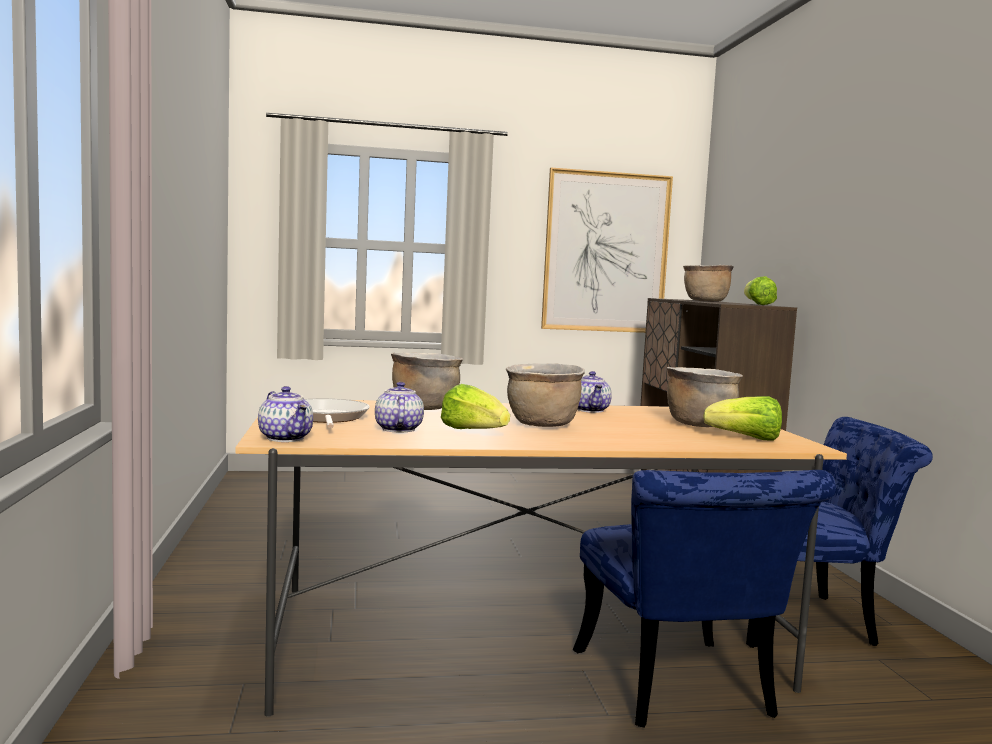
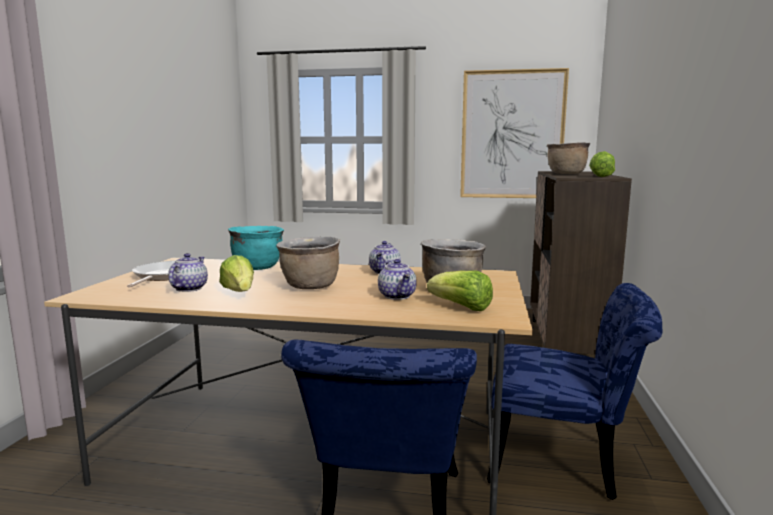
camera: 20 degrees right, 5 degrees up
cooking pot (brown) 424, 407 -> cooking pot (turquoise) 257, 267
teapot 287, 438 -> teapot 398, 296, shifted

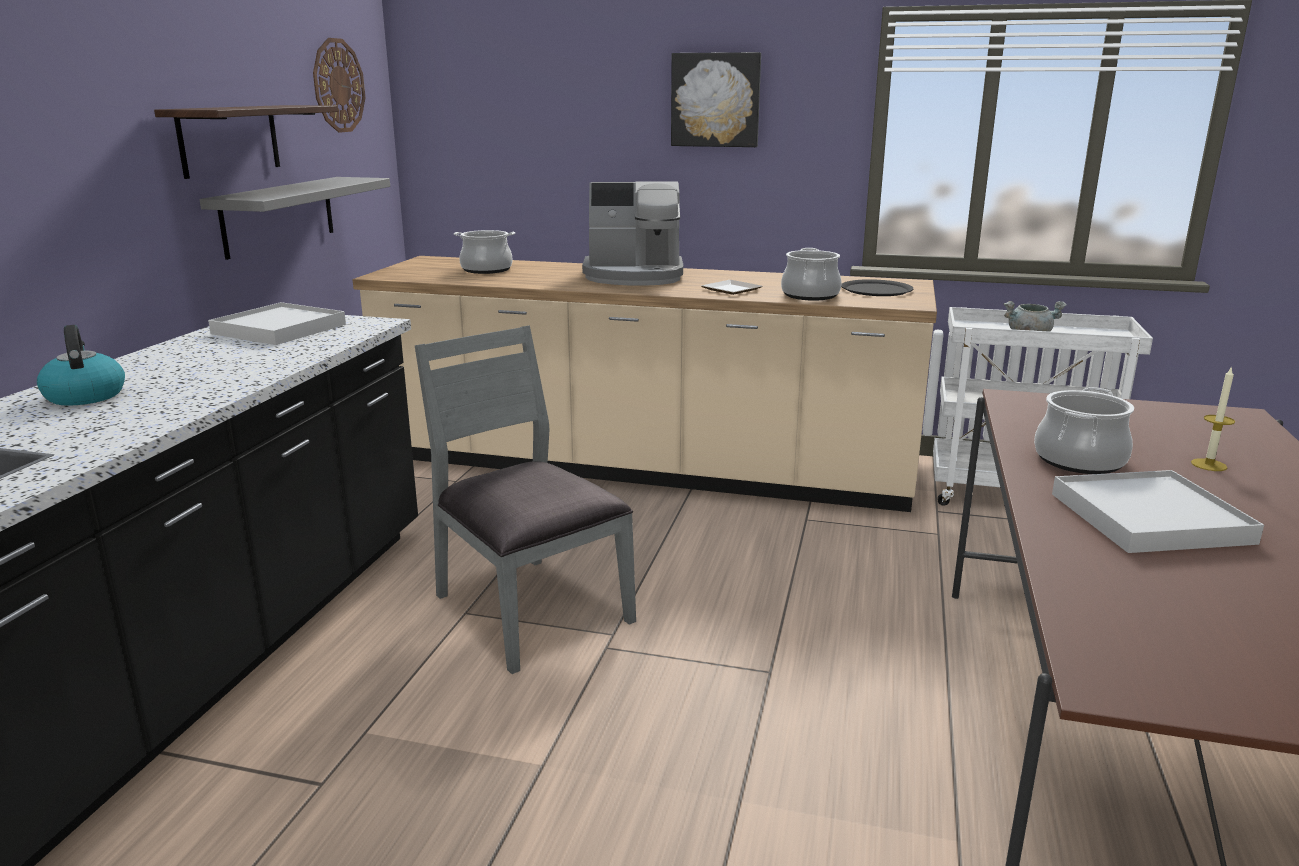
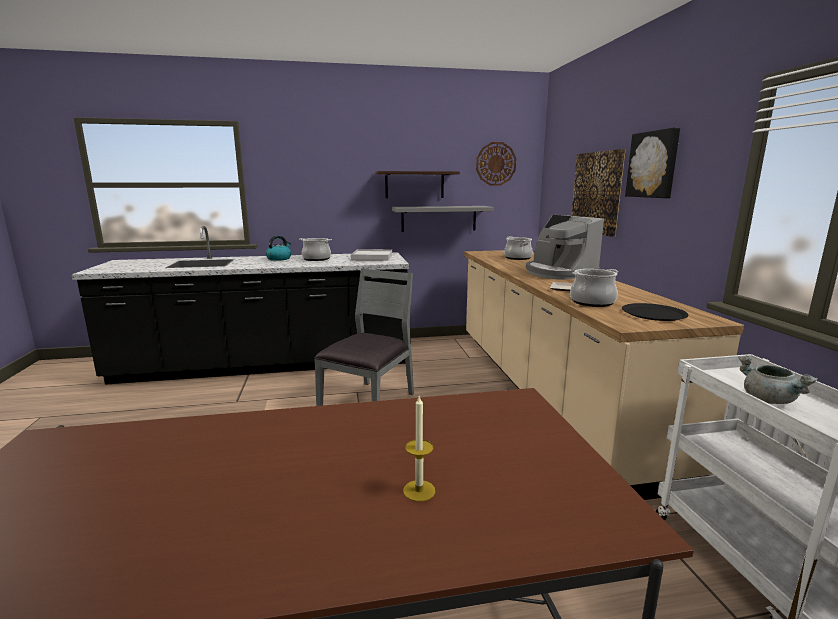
camera: 65 degrees right, 5 degrees down
cooking pot 1080, 460 -> cooking pot 316, 259, shifted
none -> picture 597, 193
tray (white) 1149, 518 -> none

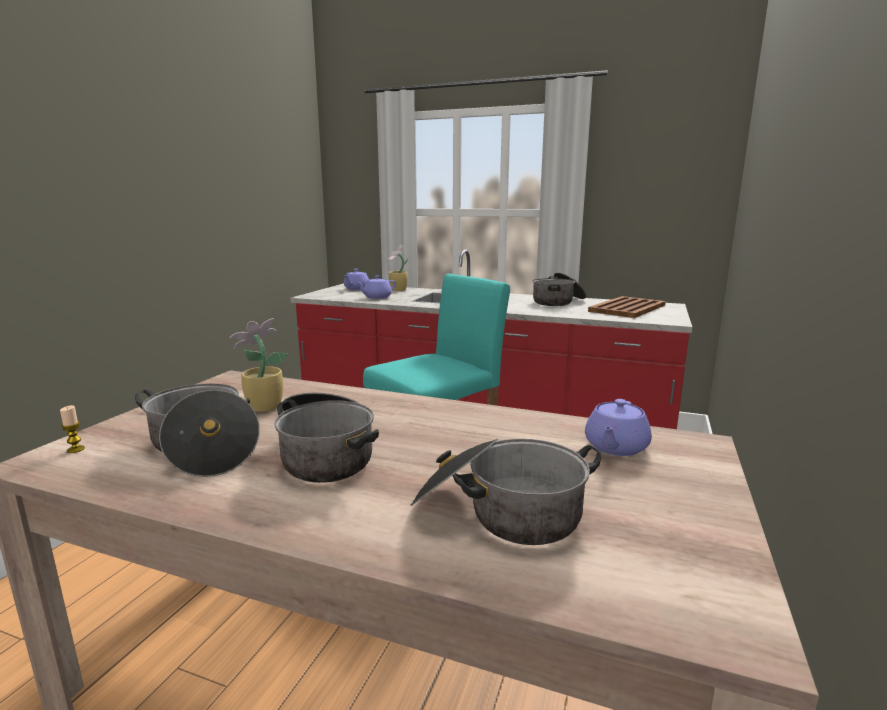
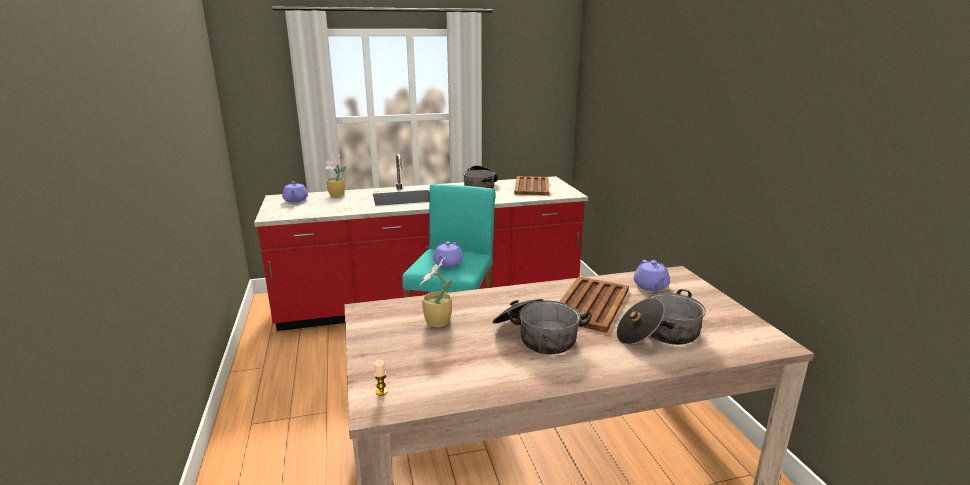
camera: 35 degrees left, 5 degrees up
teapot (purple) 377, 297 -> teapot (purple) 447, 264, shifted
none -> tray (brown) 591, 304
cooking pot 203, 448 -> none

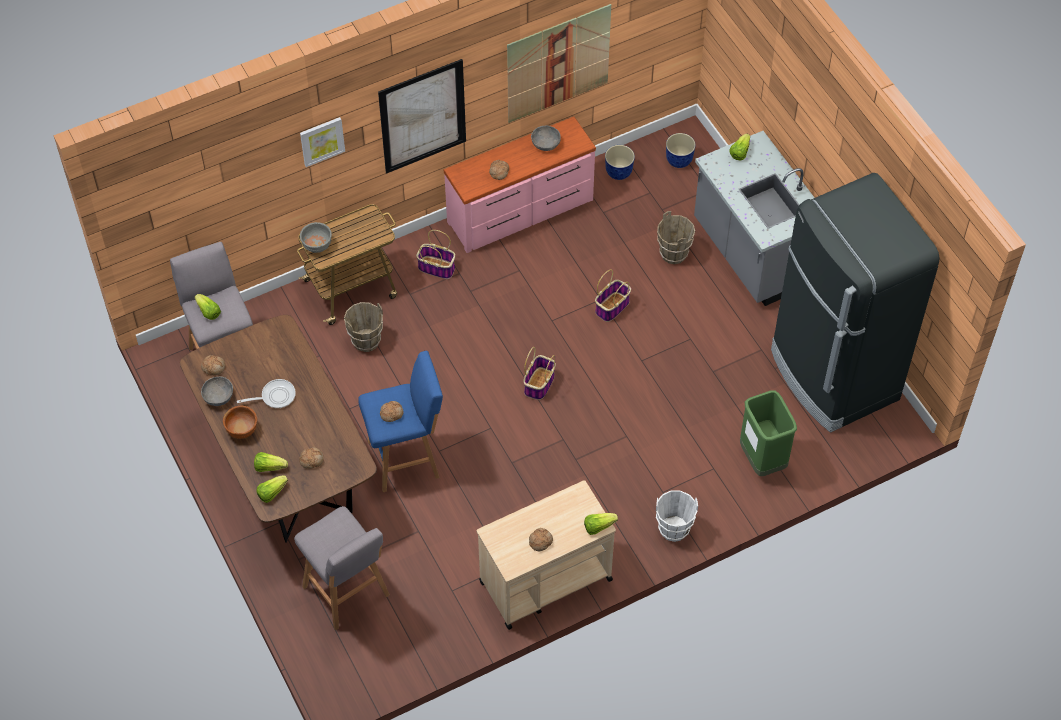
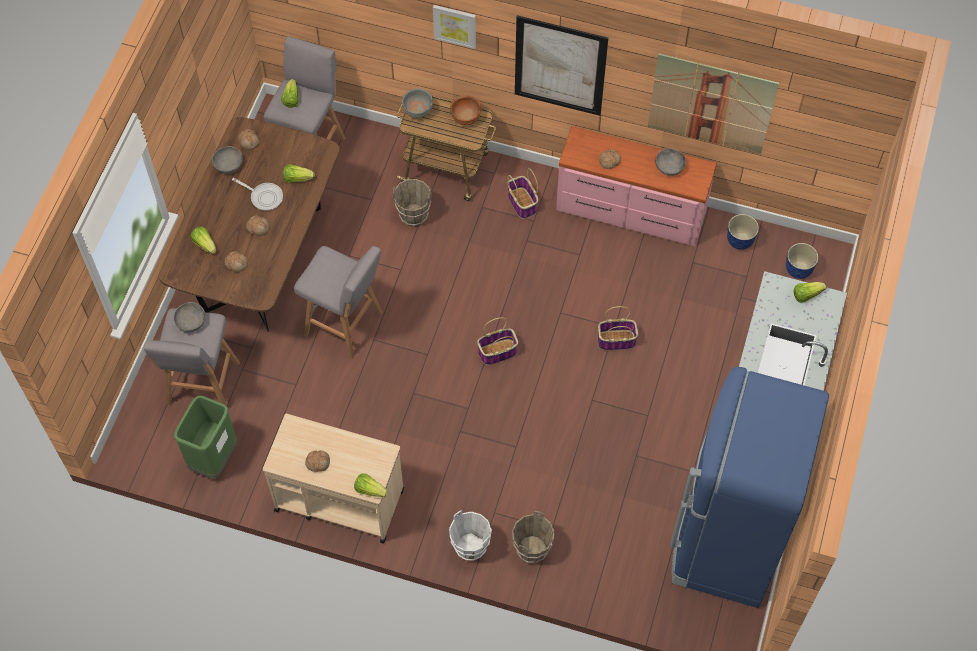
camera: 45 degrees right, 5 degrees up
none -> bowl (grey) 191, 322
trash can (green) 762, 459 -> trash can (green) 214, 458, shifted
bread 391, 413 -> bread 258, 227, shifted
lettuce 272, 492 -> lettuce 297, 178, shifted
stool (blue) 406, 458 -> stool (grey) 346, 325
bowl (brown) 242, 430 -> bowl (brown) 465, 119, shifted
bucket (brown) 674, 253 -> bucket (brown) 532, 550, shifted
fridge (black) 833, 376 -> fridge (blue) 726, 542

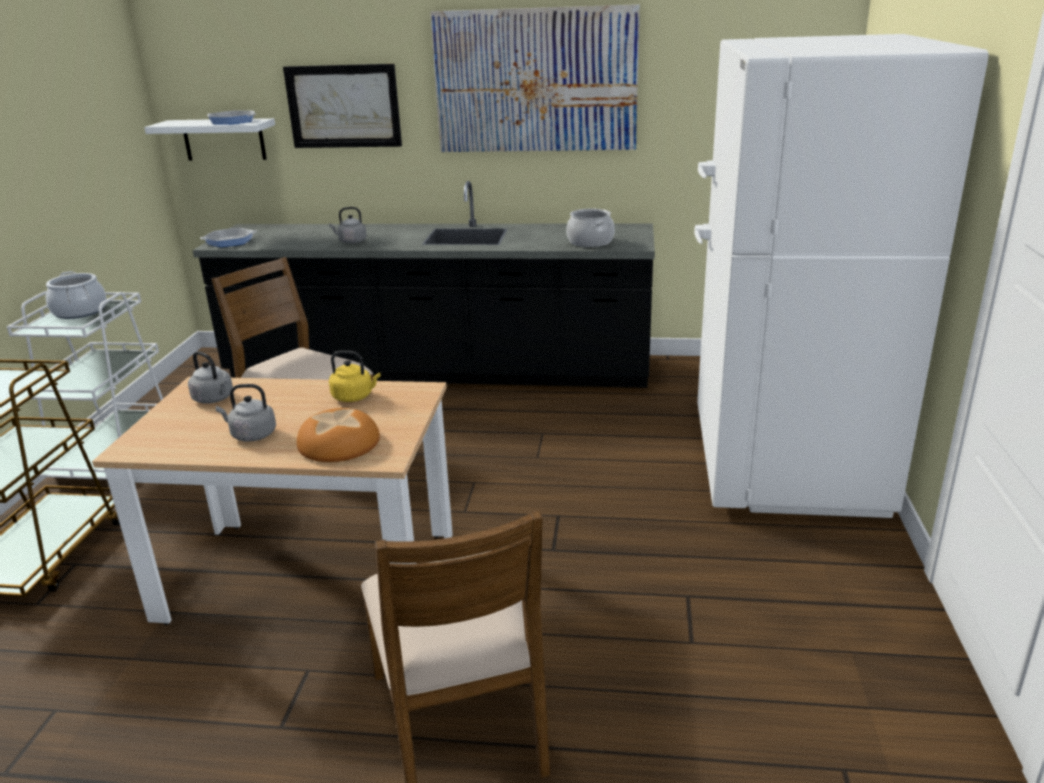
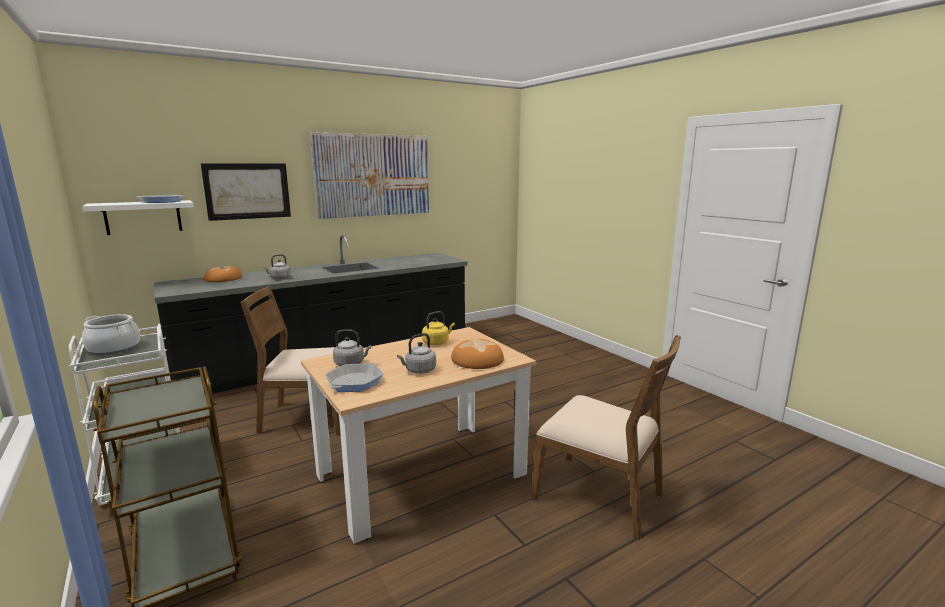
camera: 40 degrees left, 10 degrees down
none -> bread 223, 279
frying pan 230, 241 -> frying pan 354, 382, shifted
cooking pot 590, 242 -> none
fridge (white) 783, 461 -> none

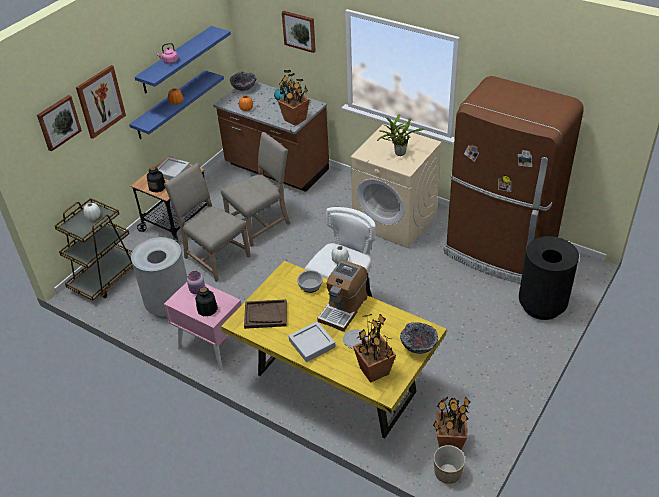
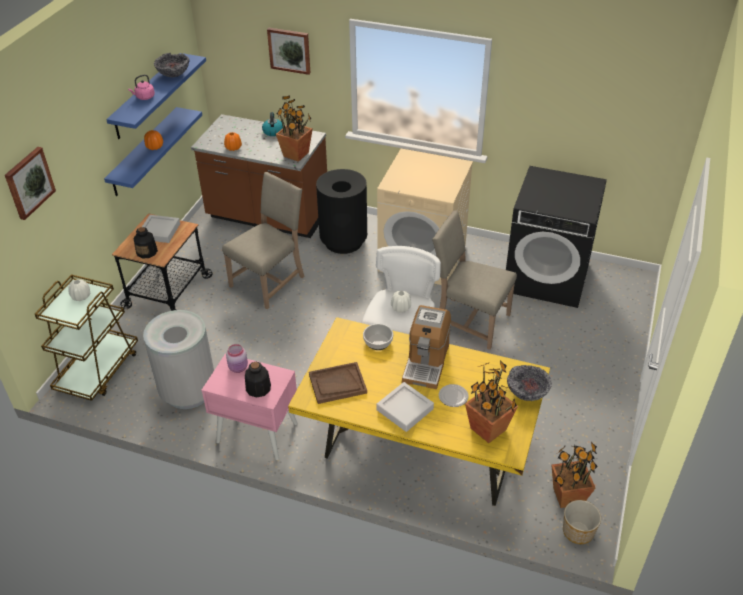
camera: 15 degrees left, 0 degrees up
bowl 244, 88 -> bowl 173, 75, shifted
trash can (black) 542, 305 -> trash can (black) 343, 241, shifted
chair (beige) 214, 257 -> chair (beige) 469, 321, shifted
fridge (brown) 499, 252 -> washing machine (black) 547, 277
picture 100, 101 -> none
potted plant 398, 153 -> none

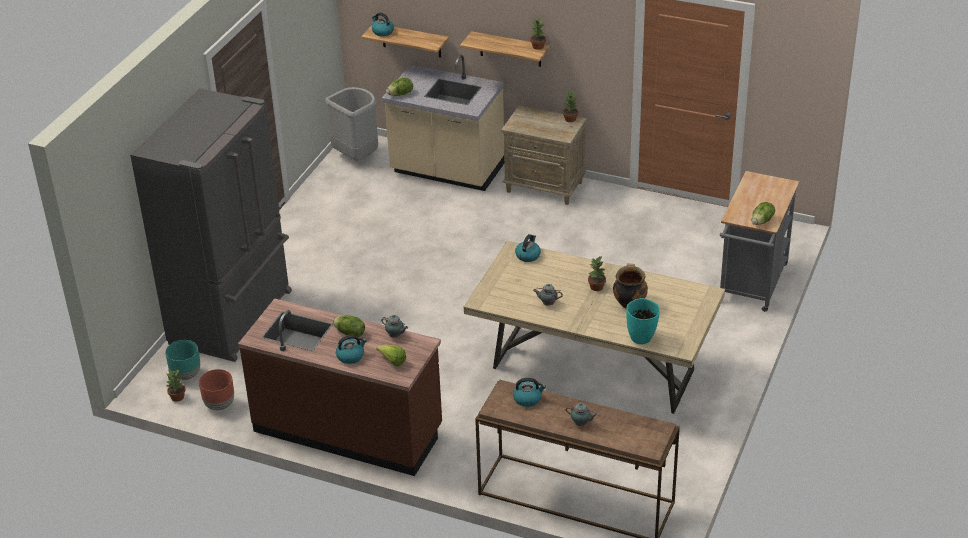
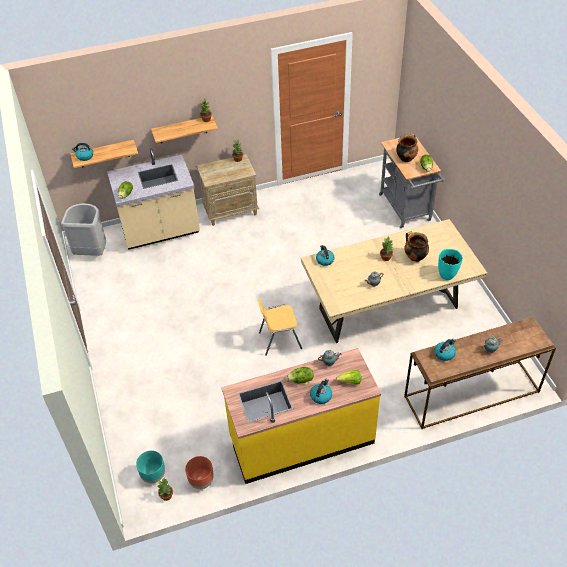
camera: 40 degrees left, 10 degrees up
counter (brown) 348, 430 -> counter (yellow) 301, 440
none -> chair (yellow) 279, 340
none -> cooking pot 406, 158
fridge (grey) 234, 318 -> none

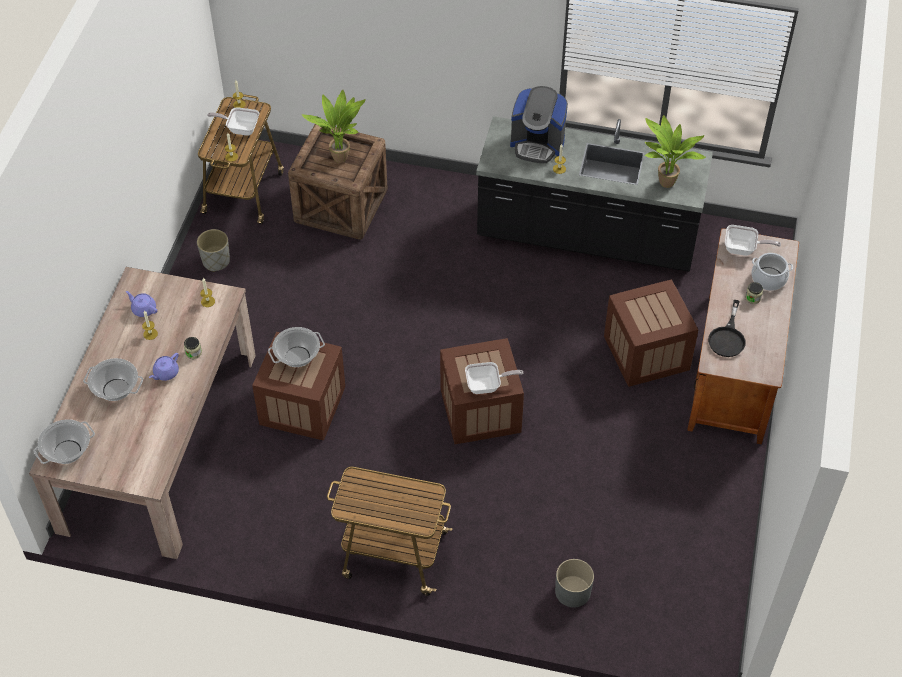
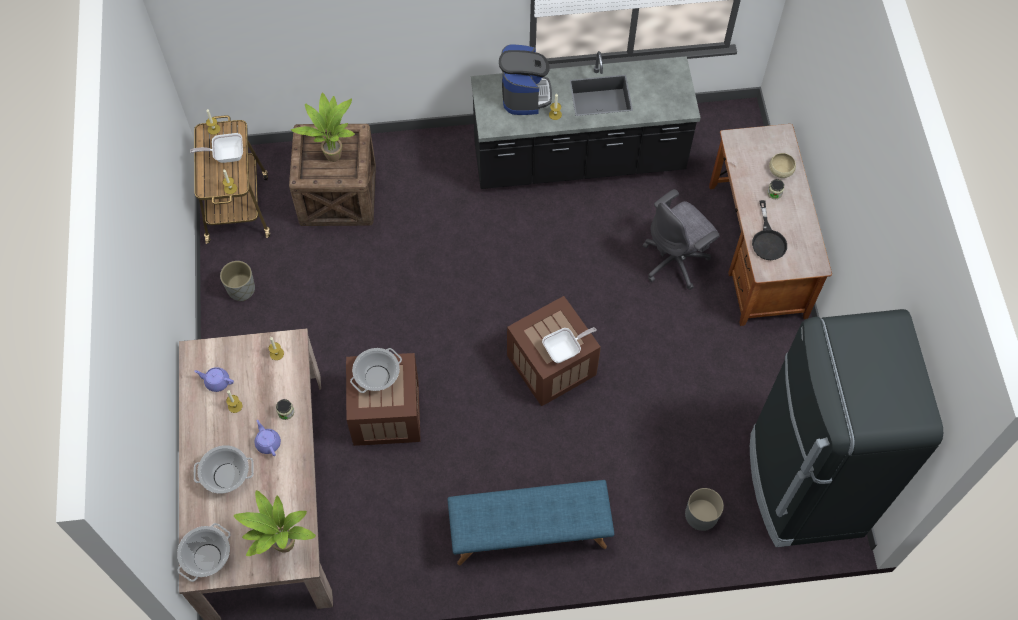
camera: 20 degrees left, 10 degrees up
potted plant 665, 185 -> potted plant 284, 547, shifted
teapot (purple) 165, 373 -> teapot (purple) 268, 442, 135 degrees clockwise
cart 392, 554 -> bench (blue) 529, 533
coffee machine 537, 144 -> coffee machine 524, 94, 90 degrees counterclockwise
crate 646, 353 -> office chair (grey) 675, 260
none -> fridge (black) 803, 485
cooking pot 768, 279 -> bowl (beige) 780, 170
frying pan 743, 249 -> none

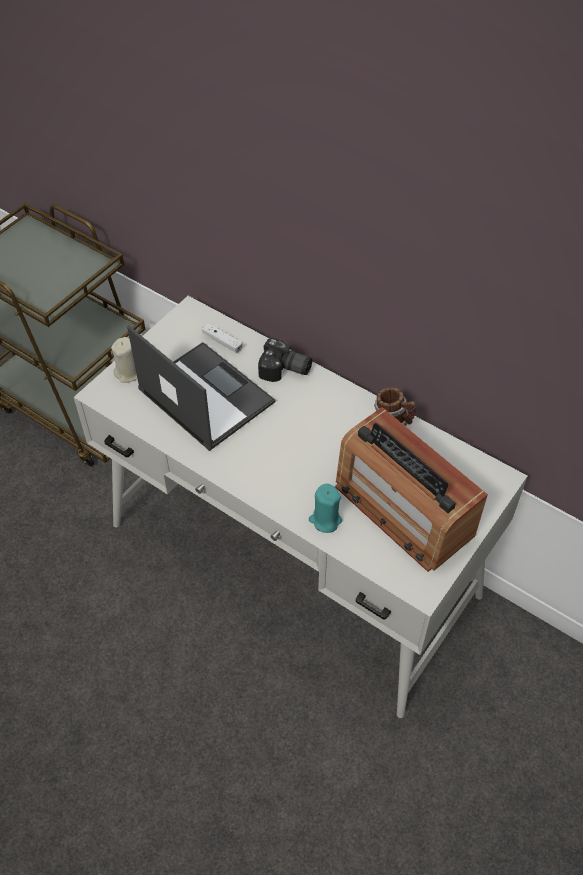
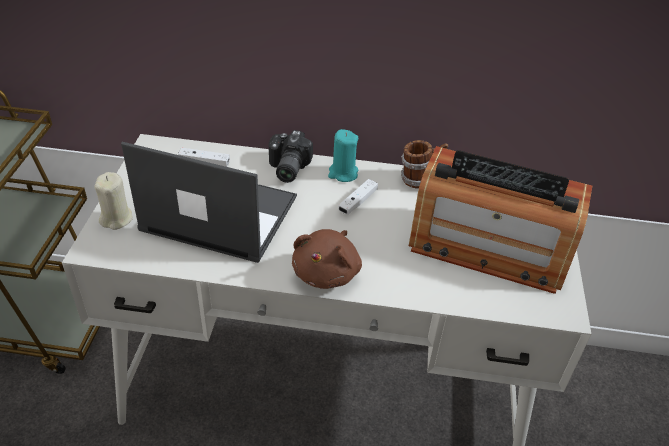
camera: 30 degrees left, 10 degrees down
photo camera 285, 371 -> photo camera 286, 168, 105 degrees clockwise
none -> plush toy (brown) 327, 272
candle (turquoise) 325, 520 -> candle (turquoise) 343, 173, shifted
none -> game controller (white) 358, 202

